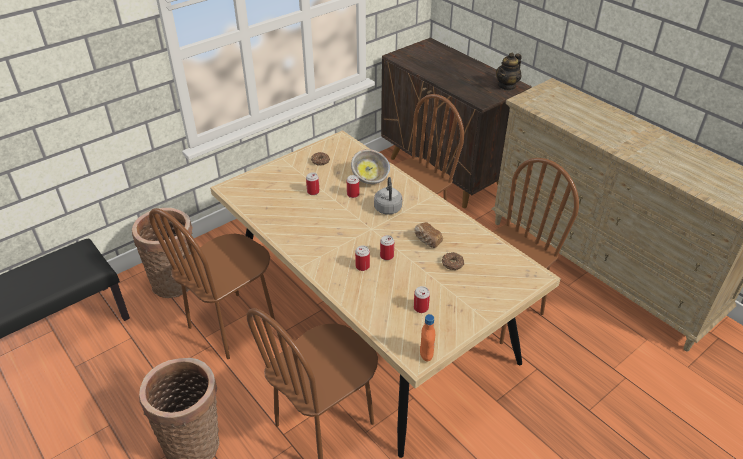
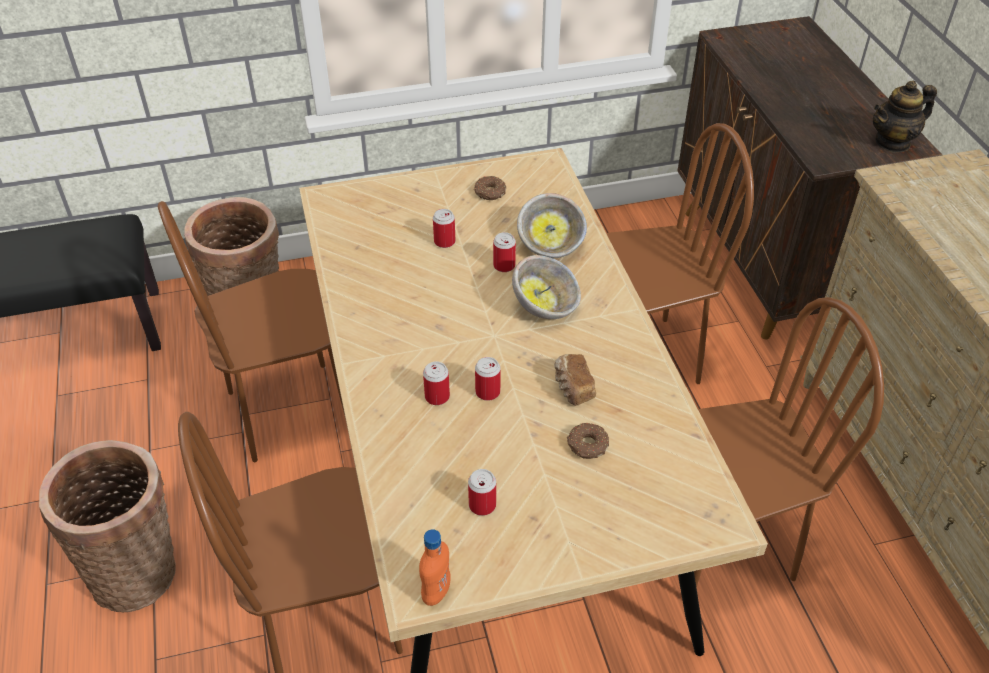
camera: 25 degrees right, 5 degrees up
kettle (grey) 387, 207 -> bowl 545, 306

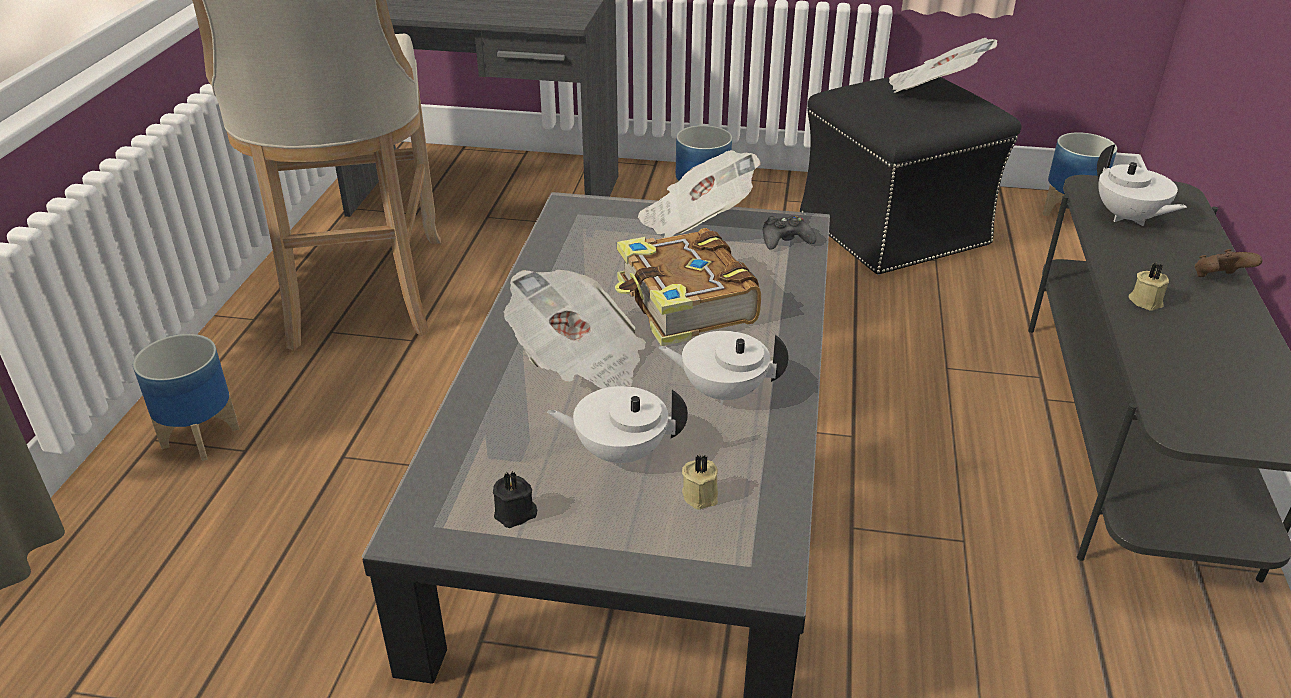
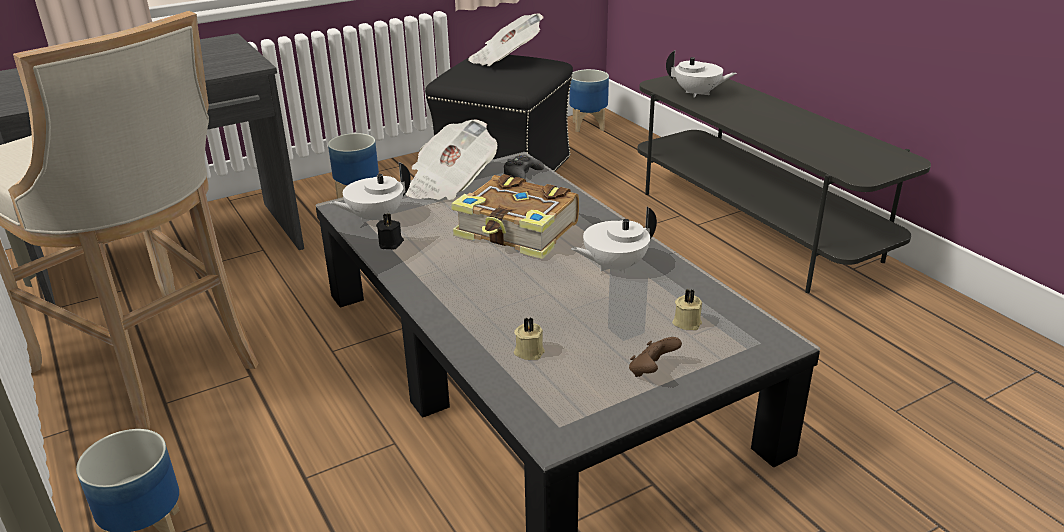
camera: 40 degrees left, 5 degrees down
teapot (white) 619, 452 -> teapot (white) 375, 218, shifted
candle (black) 516, 514 -> candle (black) 391, 243, shifted
candle (beige) 1146, 301 -> candle (beige) 529, 351, shifted
game controller (brown) 1218, 279 -> game controller (brown) 651, 371, shifted
newspaper 579, 362 -> none

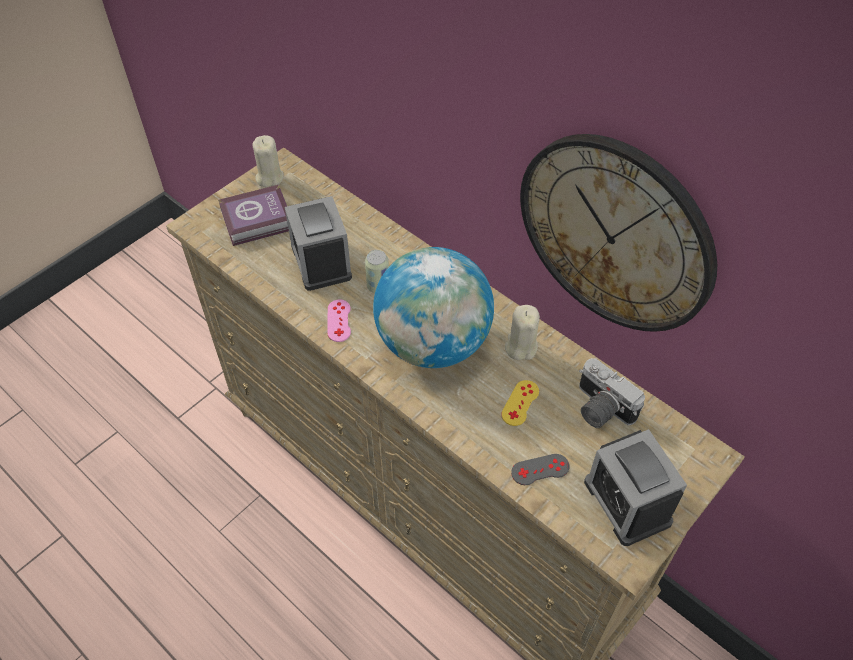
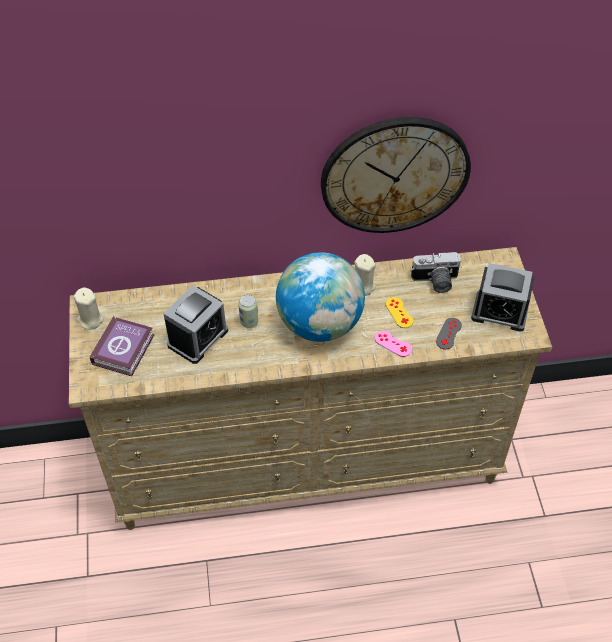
camera: 50 degrees left, 0 degrees up
alarm clock 321, 261 -> alarm clock 198, 338, 75 degrees counterclockwise
game controller (pink) 339, 321 -> game controller (pink) 393, 344, shifted

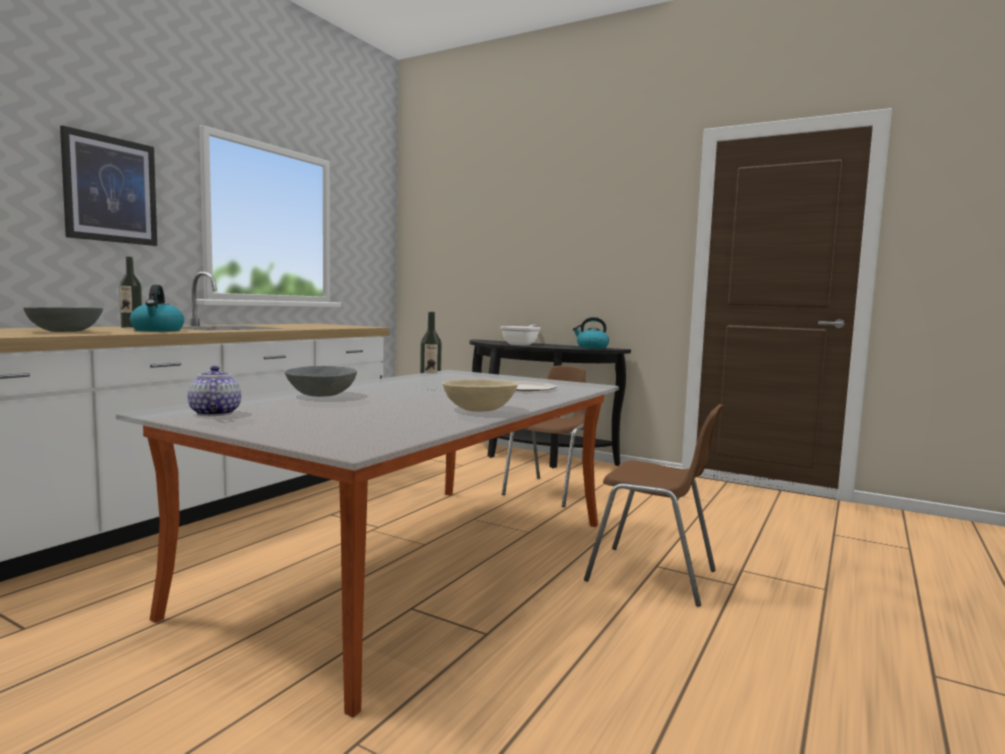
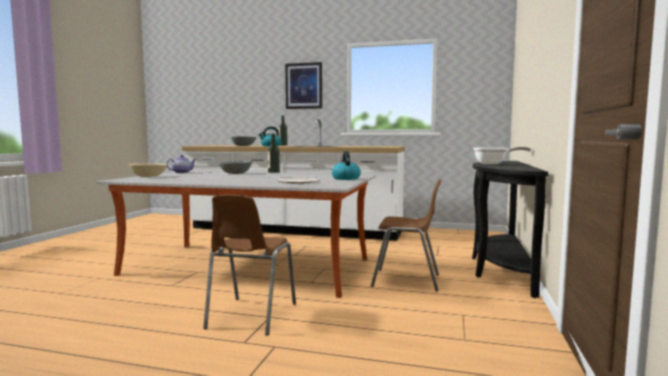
camera: 75 degrees right, 0 degrees up
bowl (beige) 480, 409 -> bowl (beige) 148, 176, shifted
kettle 591, 347 -> kettle 345, 178, shifted

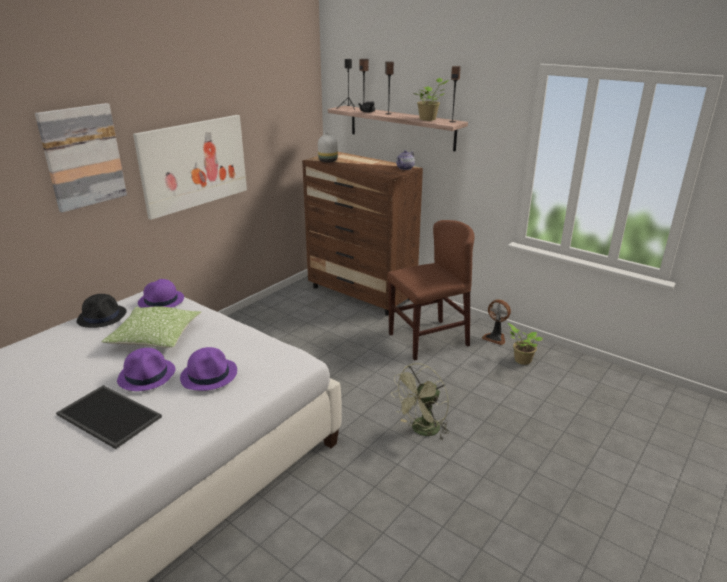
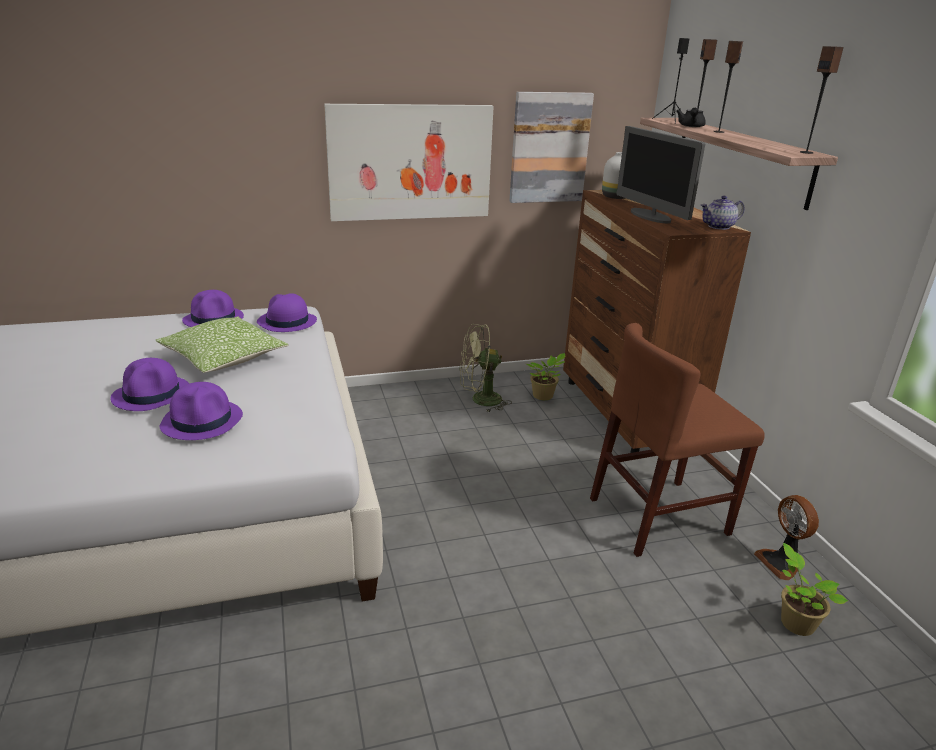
camera: 35 degrees right, 0 degrees up
hat (black) 102, 317 -> hat (purple) 214, 319
fan (green) 422, 431 -> fan (green) 480, 400, shifted
picture 82, 156 -> picture 549, 148, shifted
potted plant 429, 119 -> potted plant 544, 396, shifted
chair (brown) 428, 340 -> chair (brown) 659, 516, 150 degrees clockwise
none -> monitor 650, 216
tray 107, 416 -> none

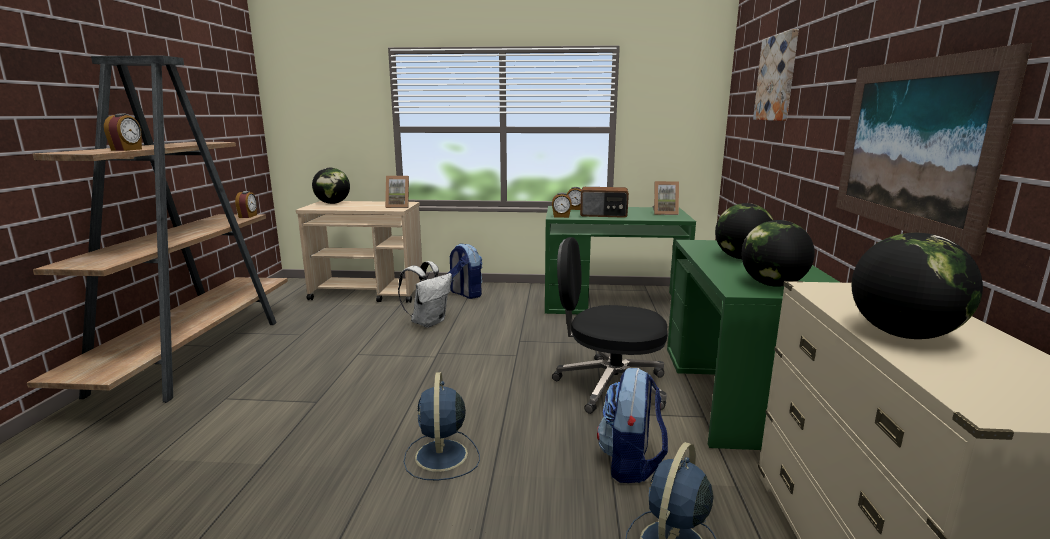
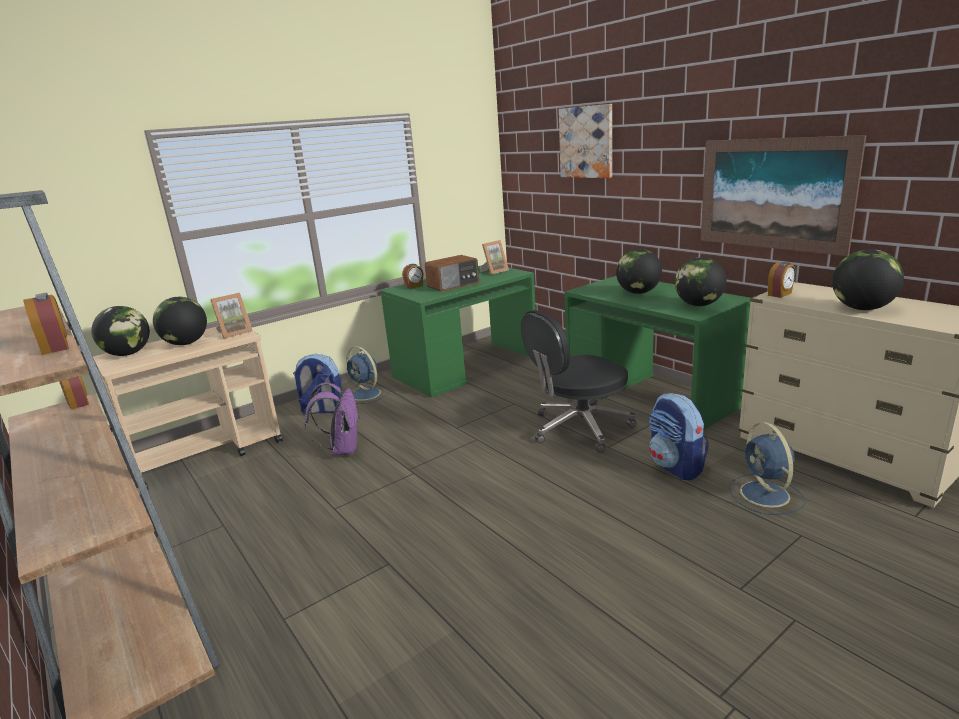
camera: 40 degrees left, 5 degrees up
none -> globe 186, 343
backpack (white) 428, 322 -> backpack (purple) 342, 450
fan (blue) 441, 457 -> fan (blue) 366, 394, shifted
alarm clock 561, 216 -> alarm clock 780, 294, shifted

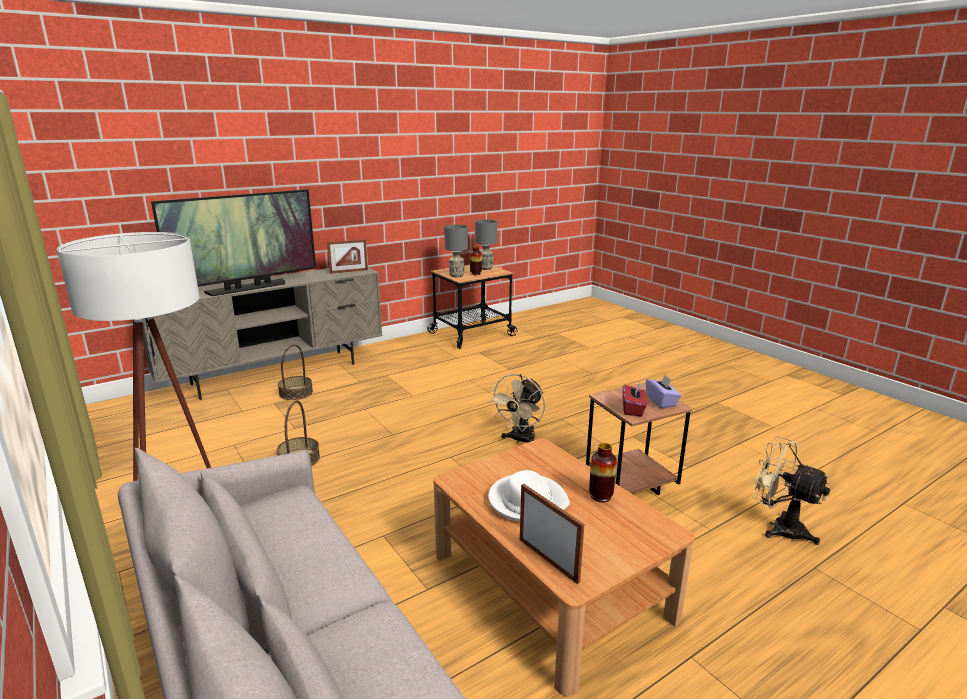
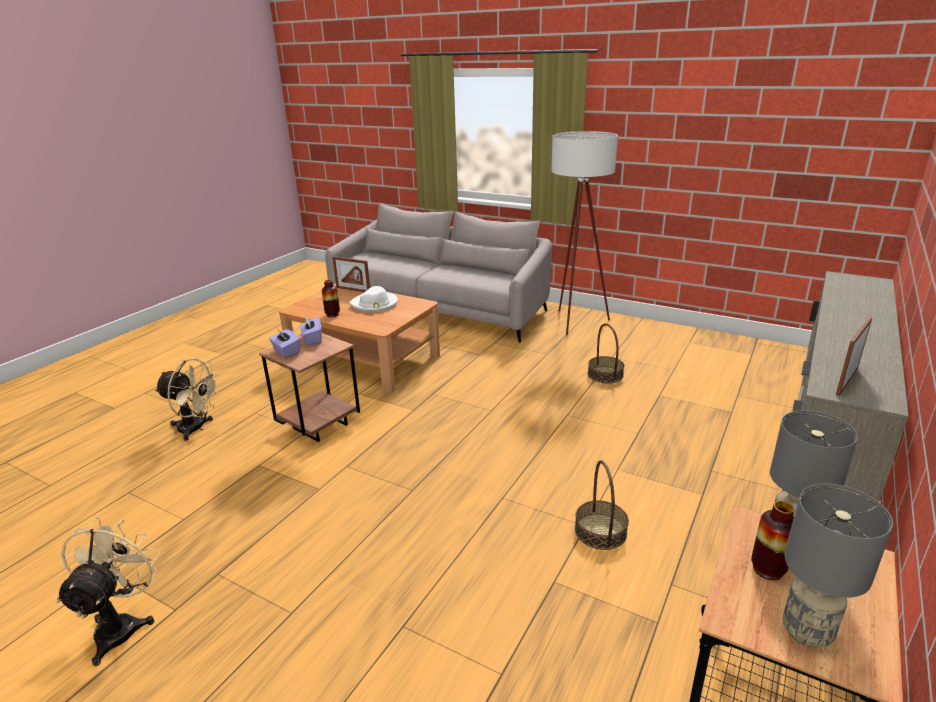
camera: 155 degrees right, 5 degrees up
fan (beige) 520, 440 -> fan (beige) 122, 625, shifted
tissue box (red) 633, 409 -> tissue box (purple) 312, 339
basket 296, 393 -> basket 600, 531, shifted
television 247, 288 -> none

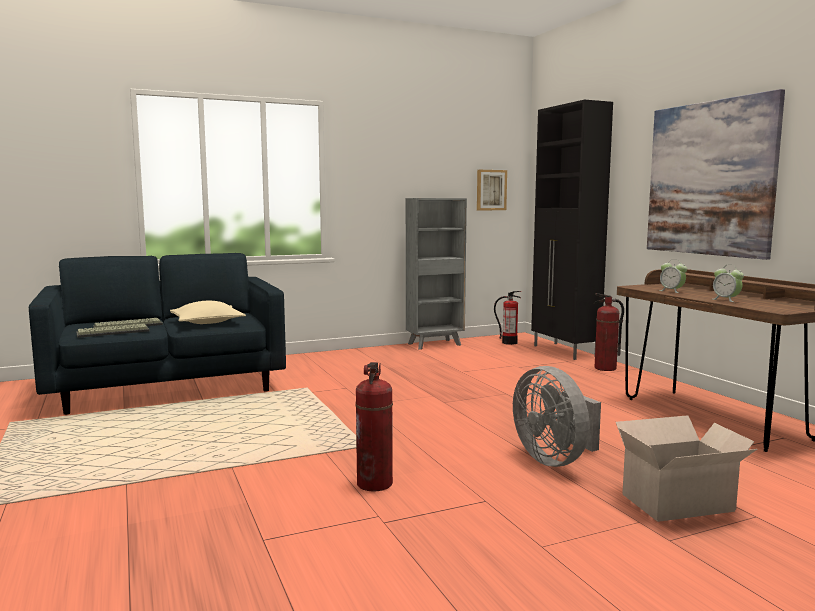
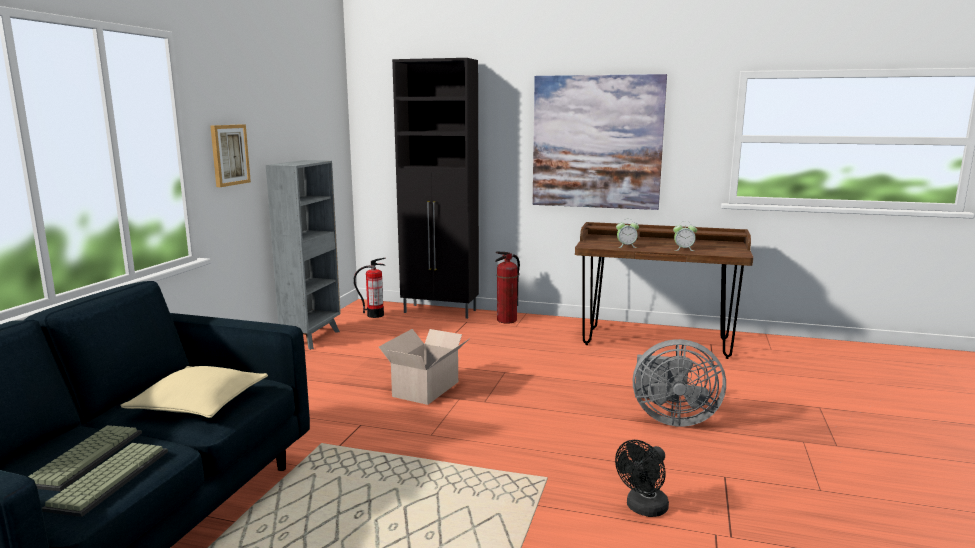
camera: 50 degrees left, 5 degrees up
picture 491, 190 -> picture 229, 155, shifted
cardboard box 680, 503 -> cardboard box 427, 388, shifted
fire extinguisher 374, 484 -> fan (black) 643, 509

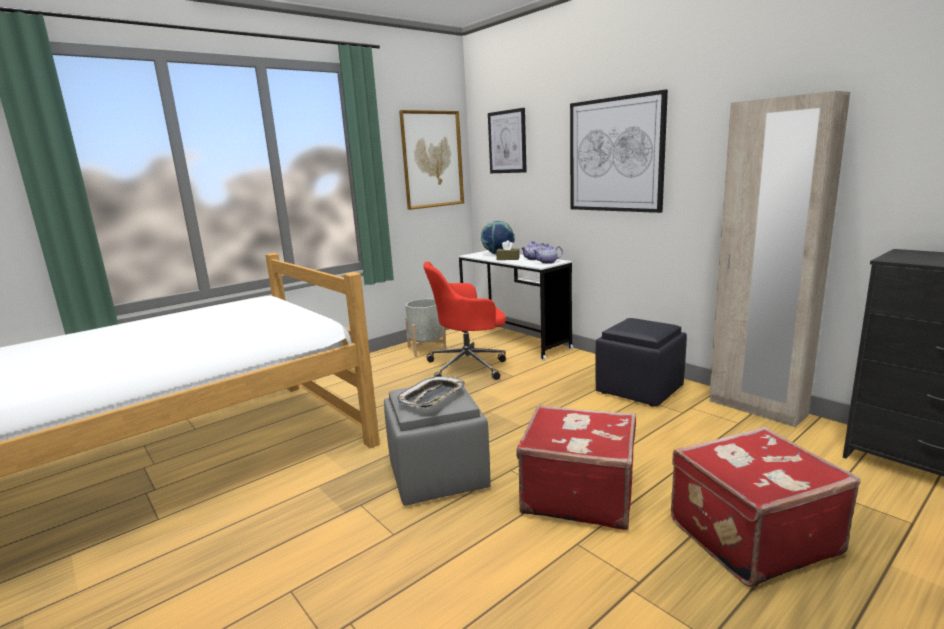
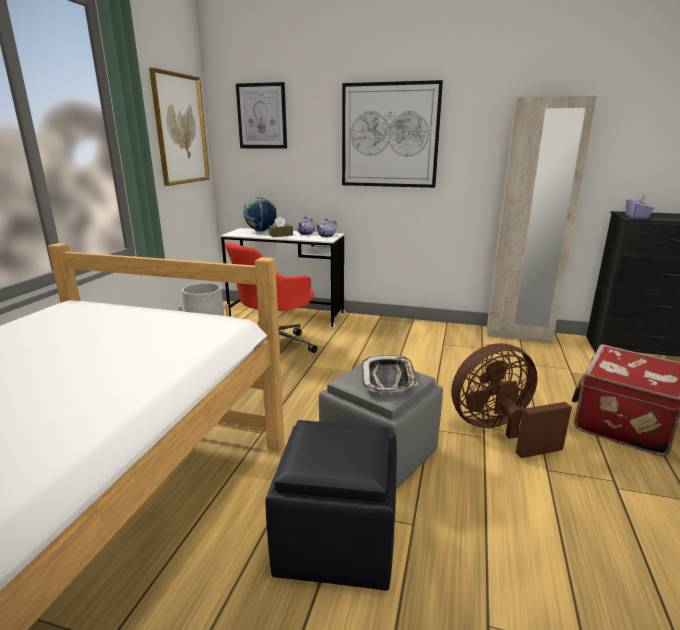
camera: 35 degrees left, 5 degrees up
ottoman (black) 640, 389 -> ottoman (black) 338, 539, shifted
suitcase (red) 578, 494 -> fan (brown) 499, 431
none -> tissue box (purple) 637, 217

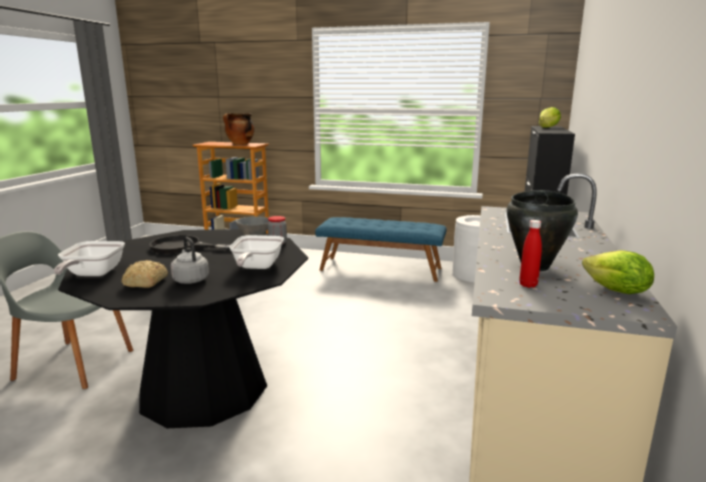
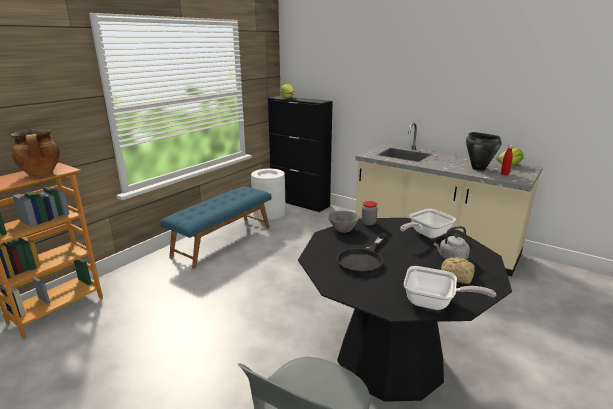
camera: 70 degrees left, 5 degrees up
frying pan 256, 267 -> frying pan 426, 234, 120 degrees clockwise

